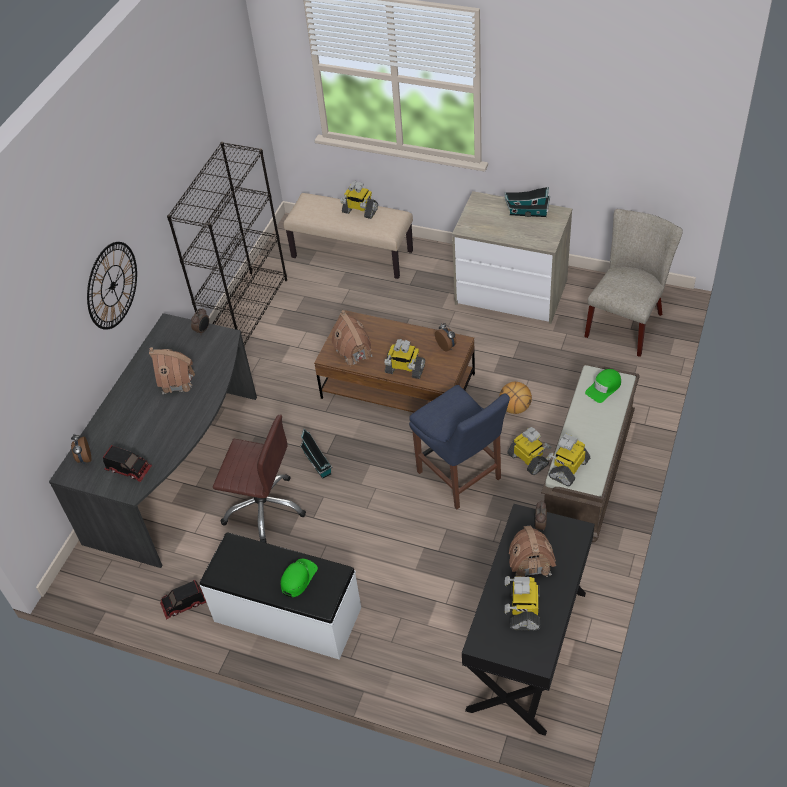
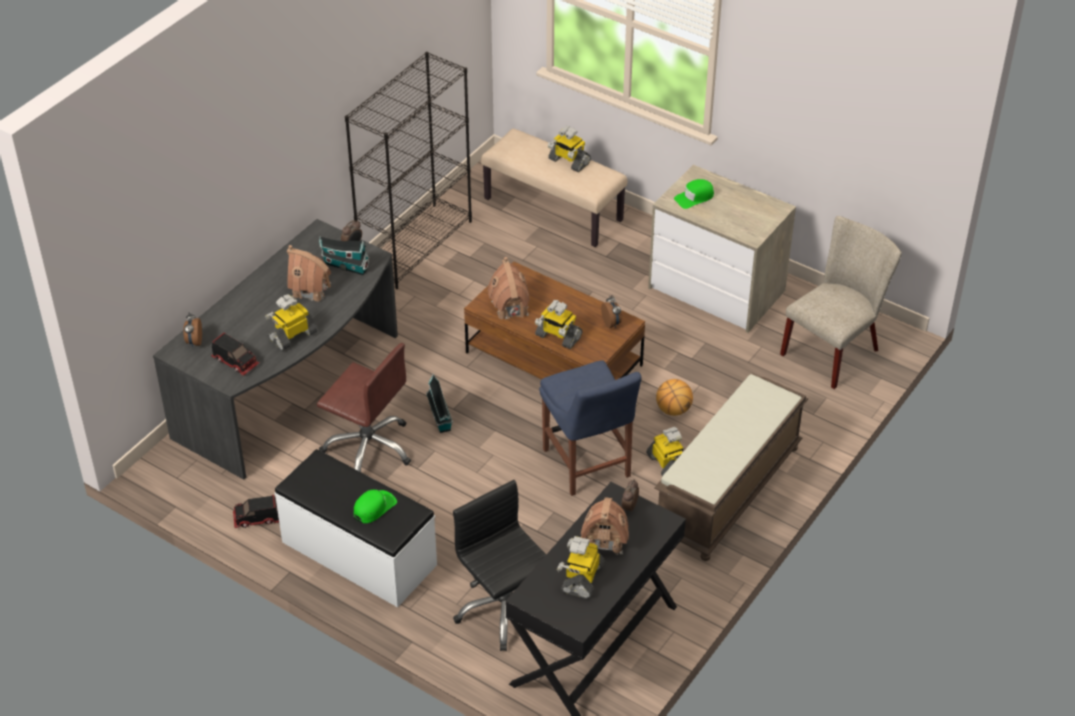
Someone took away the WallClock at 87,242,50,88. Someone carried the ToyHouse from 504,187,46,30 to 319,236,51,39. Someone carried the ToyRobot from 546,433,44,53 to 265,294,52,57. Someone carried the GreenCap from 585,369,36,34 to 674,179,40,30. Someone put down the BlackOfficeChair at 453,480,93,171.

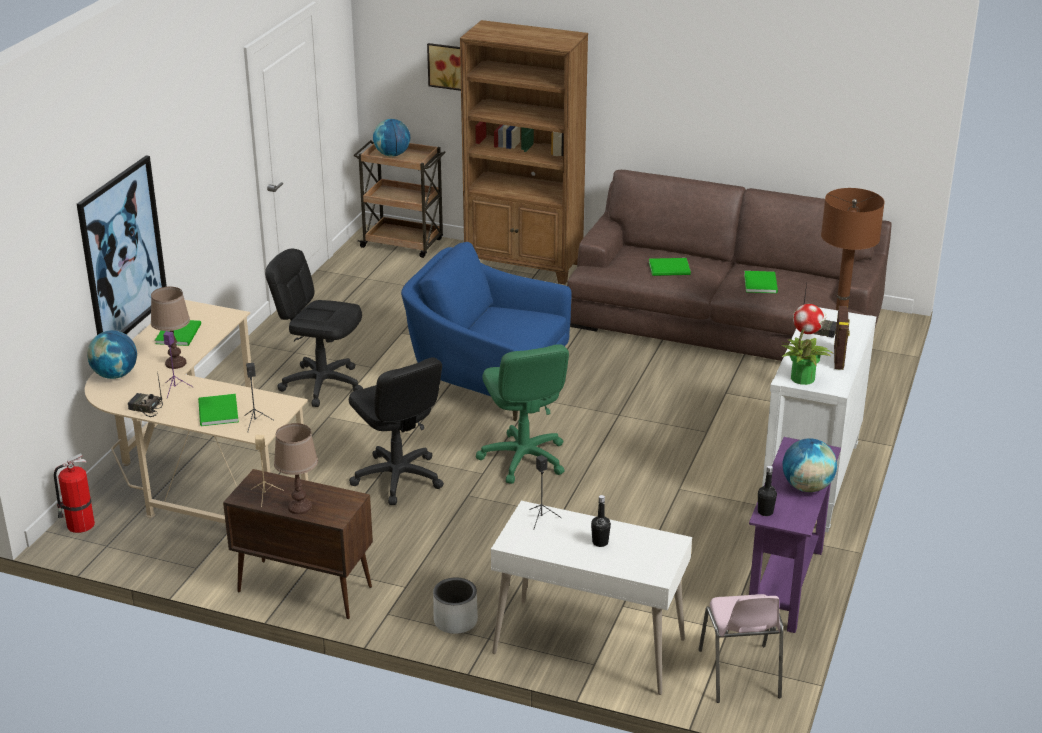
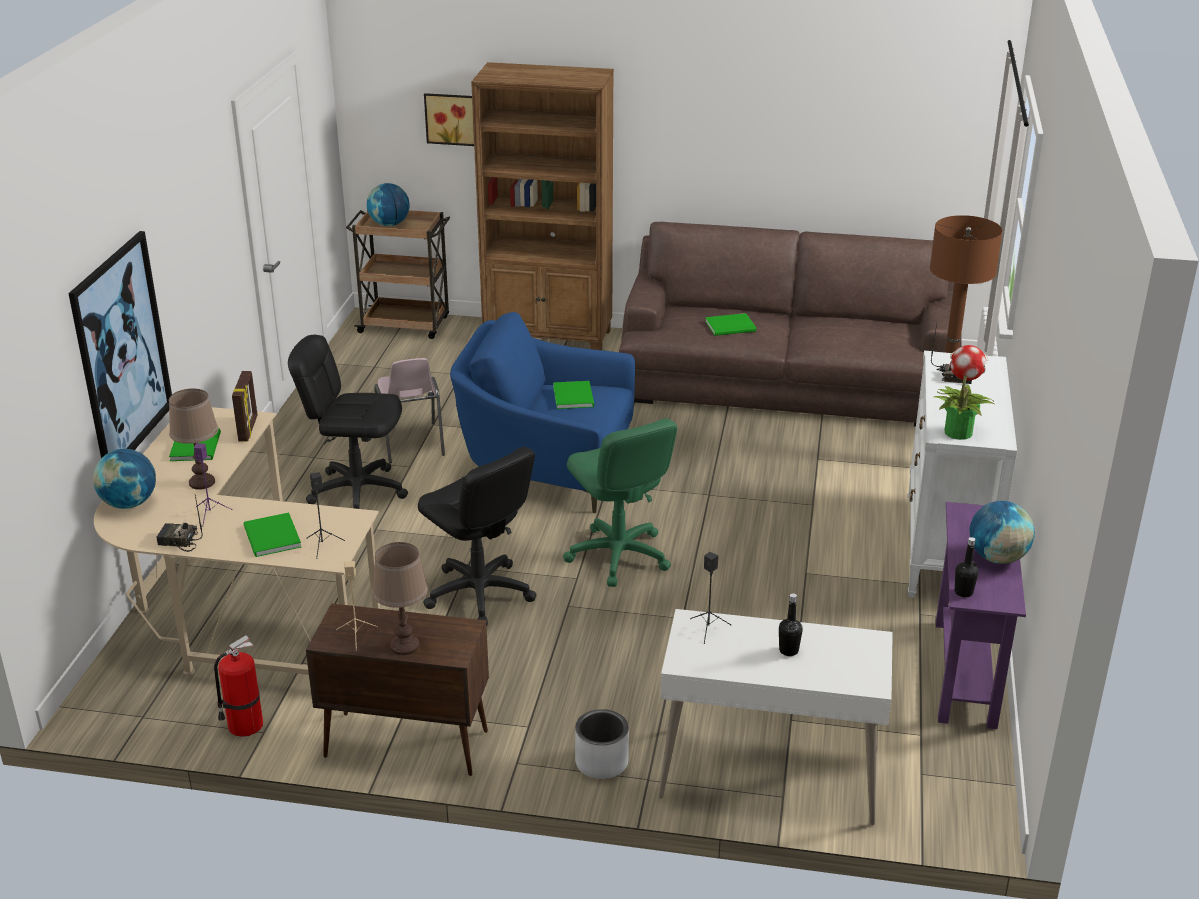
Someone carried the FireExtinguisher from 54,453,41,80 to 214,635,49,102. Someone carried the PinkChair from 698,594,86,109 to 374,358,71,105. Someone carried the GreenBook from 744,271,34,22 to 553,381,41,28. Someone carried the PictureFrame from 834,306,16,64 to 232,371,26,70.

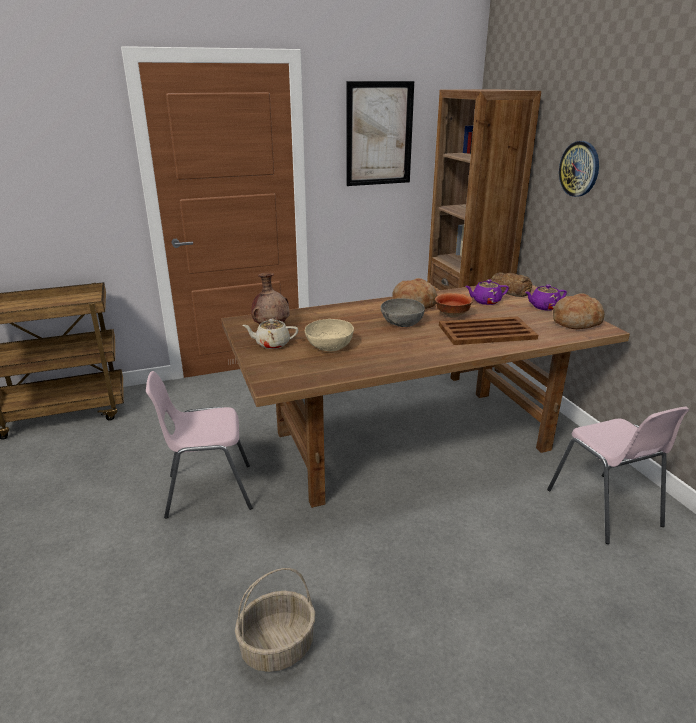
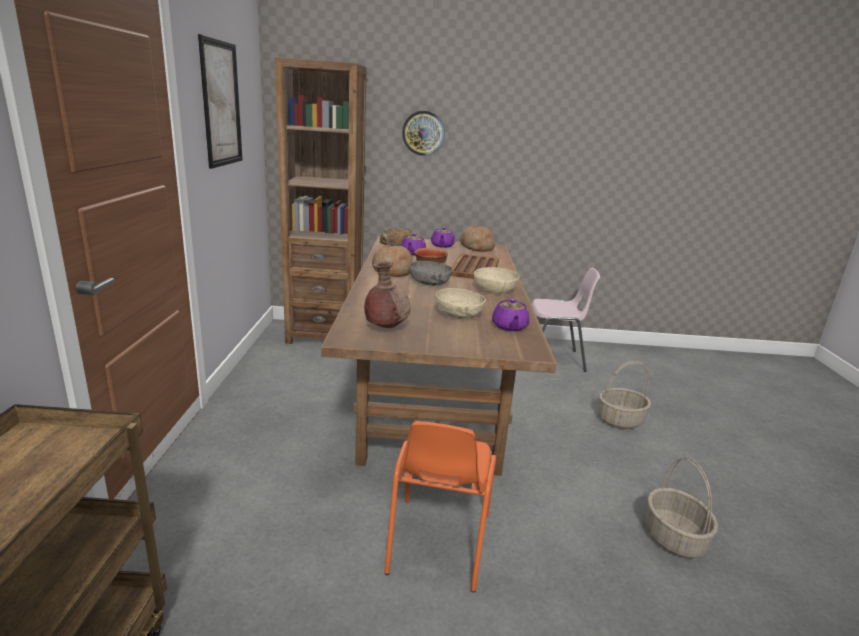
Someone repainted the PinkChair at 146,371,106,148, which became the OrangeChair at 384,421,112,171. Someone took away the BeigeTeapot at 242,319,56,30. Someone put down the BeigeBowl at 474,267,45,27. Someone put down the PurpleTeapot at 492,298,37,33. Someone put down the Basket at 598,361,53,68.

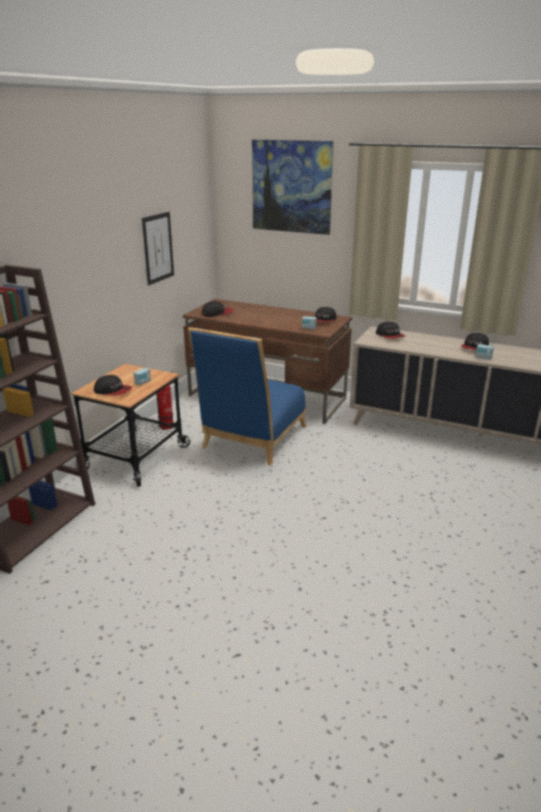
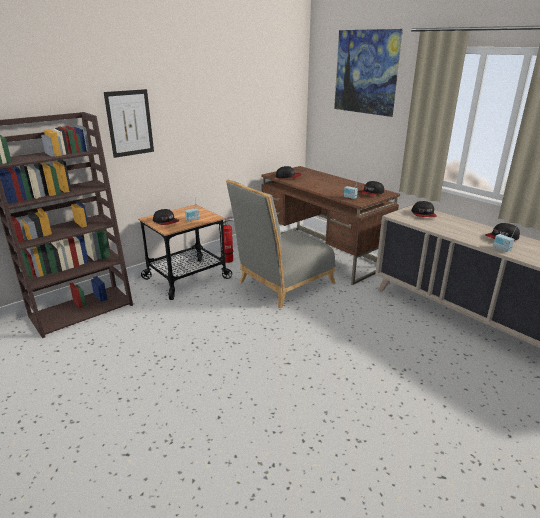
Someone carried the Picture from 142,212,32,73 to 104,89,50,69. Someone repainted the BlueChair at 188,327,119,139, which became the GreyChair at 226,180,110,128.

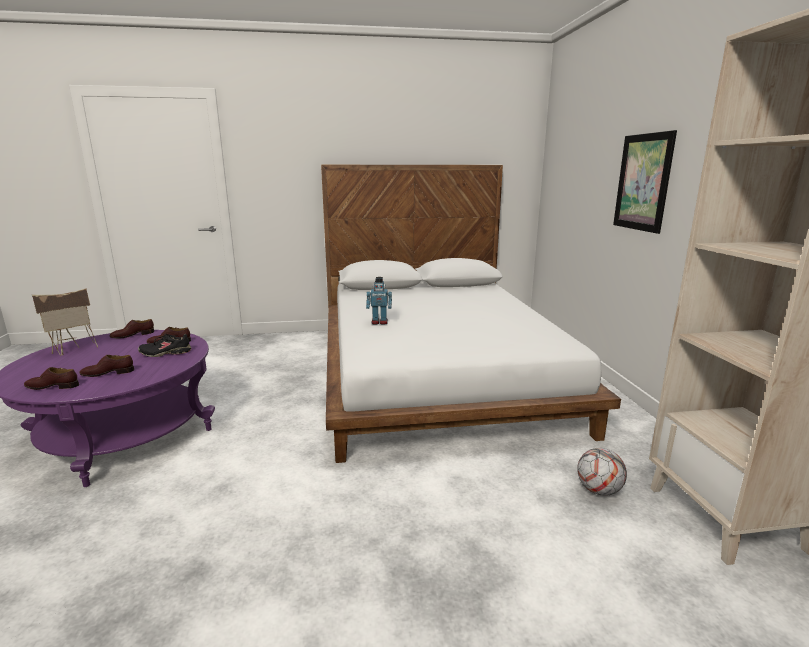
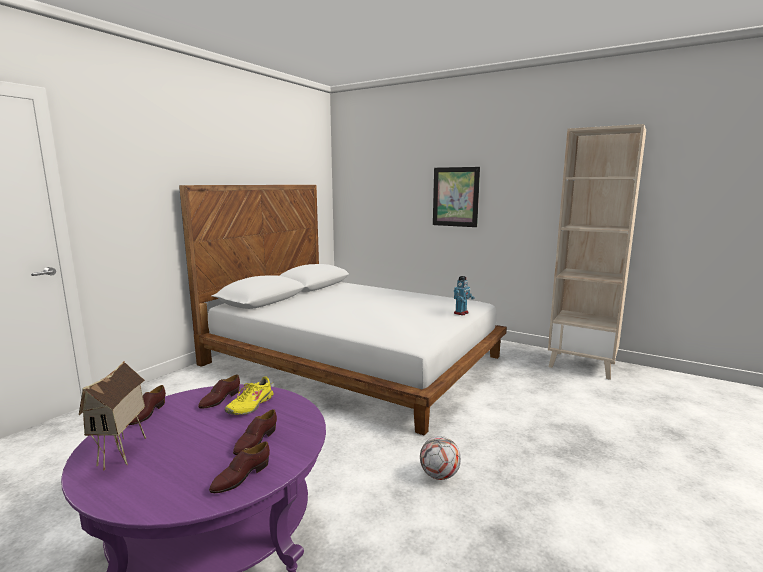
Someone repainted the BlackShoe at 138,333,53,24, which became the YellowShoe at 225,376,48,39. Someone carried the ToyRobot from 366,277,26,47 to 454,276,21,39. Someone carried the Football from 577,448,50,48 to 420,436,41,44.

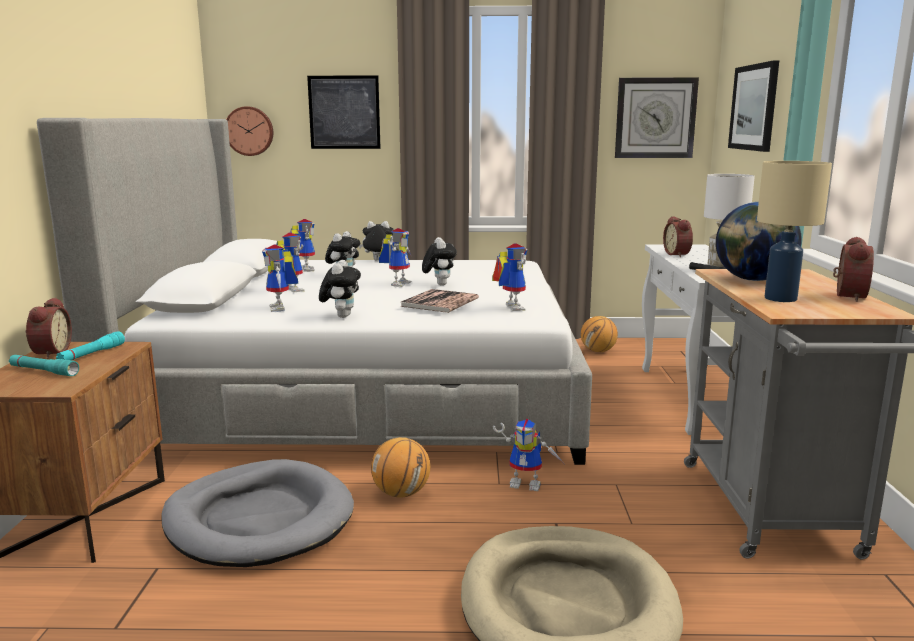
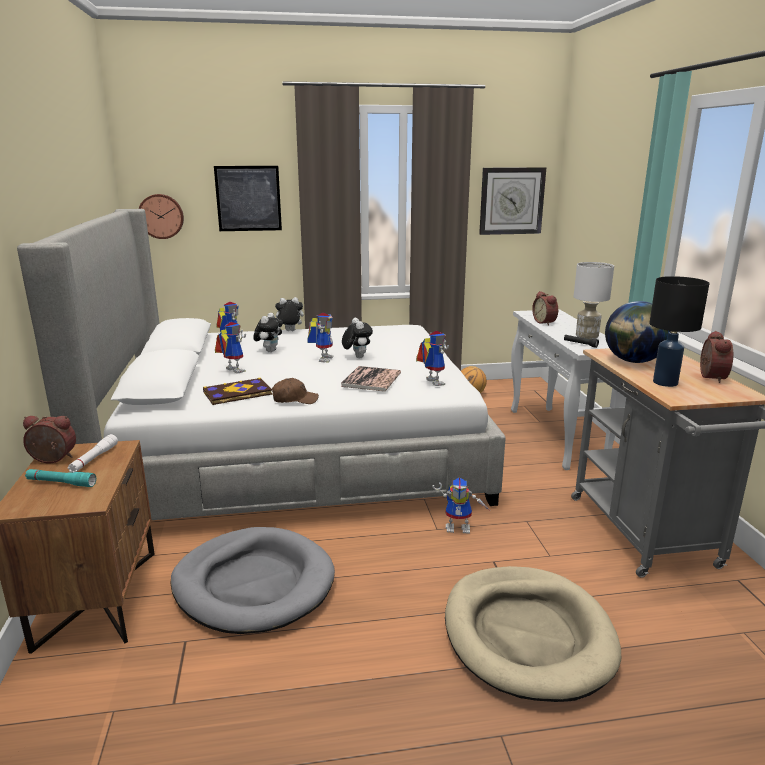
Someone rotated the AlarmClock at 25,297,47,62 by 75 degrees counterclockwise. Someone repainted the TurquoiseFlashlight at 56,331,69,29, which became the WhiteFlashlight at 68,434,50,38. Someone swapped the ToyRobot at 262,245,36,67 for the Book at 203,378,70,27. Someone swapped the PlushToy at 319,260,42,58 for the BrownCap at 272,378,47,26. Someone took away the Basketball at 371,437,59,61. Someone took away the Picture at 728,60,51,92. Someone repainted the BeigeTableLamp at 757,161,75,141, which became the BlackTableLamp at 649,276,60,111.

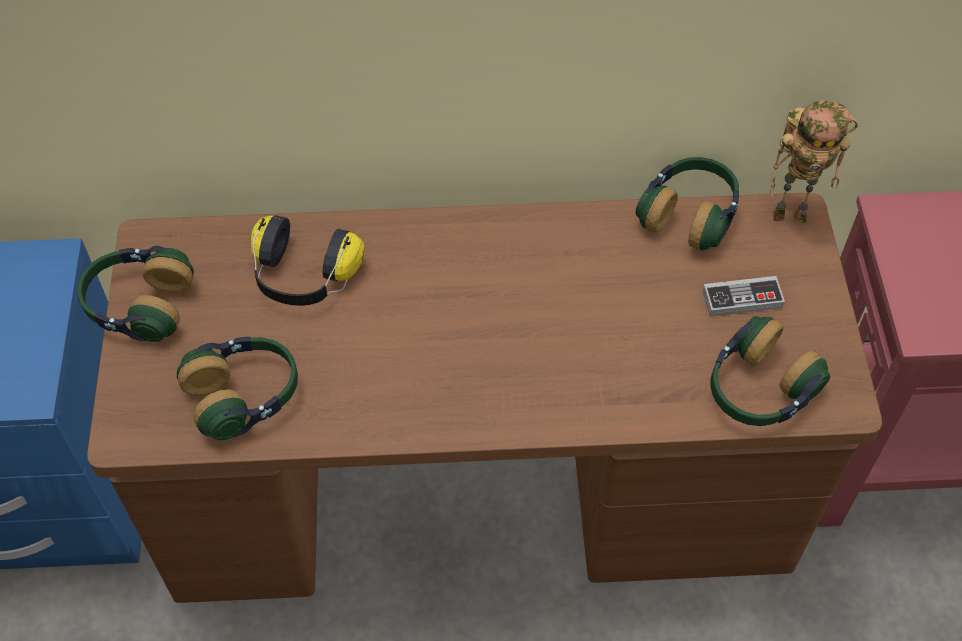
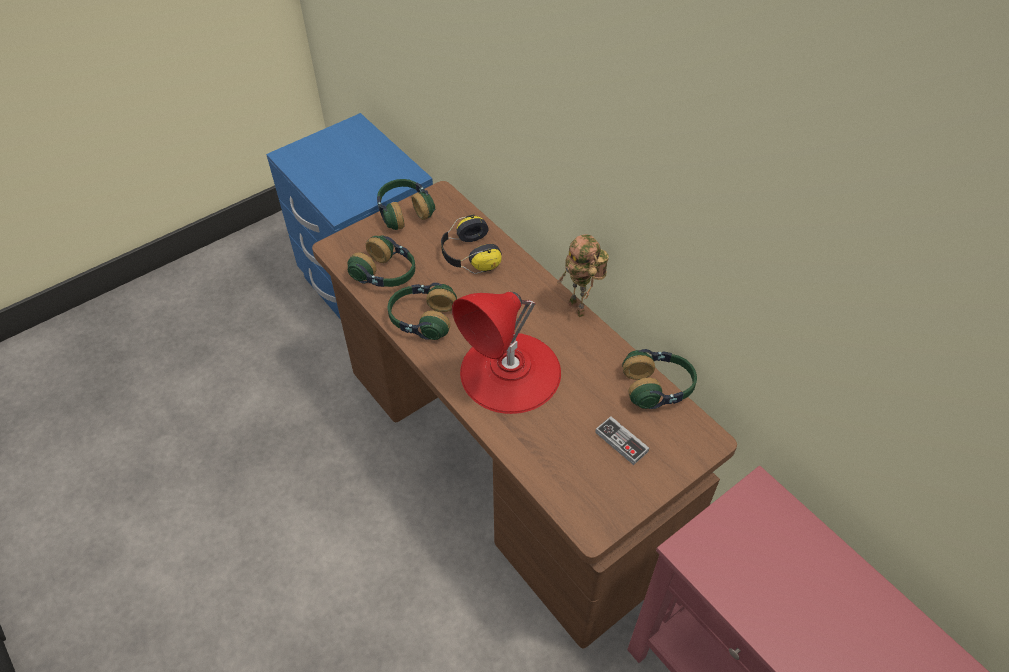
Someone carried the Headphones from 710,316,120,110 to 387,283,70,57. Someone carried the ToyRobot from 770,100,88,123 to 557,234,52,84. Someone put down the RedTableLamp at 452,292,109,122.

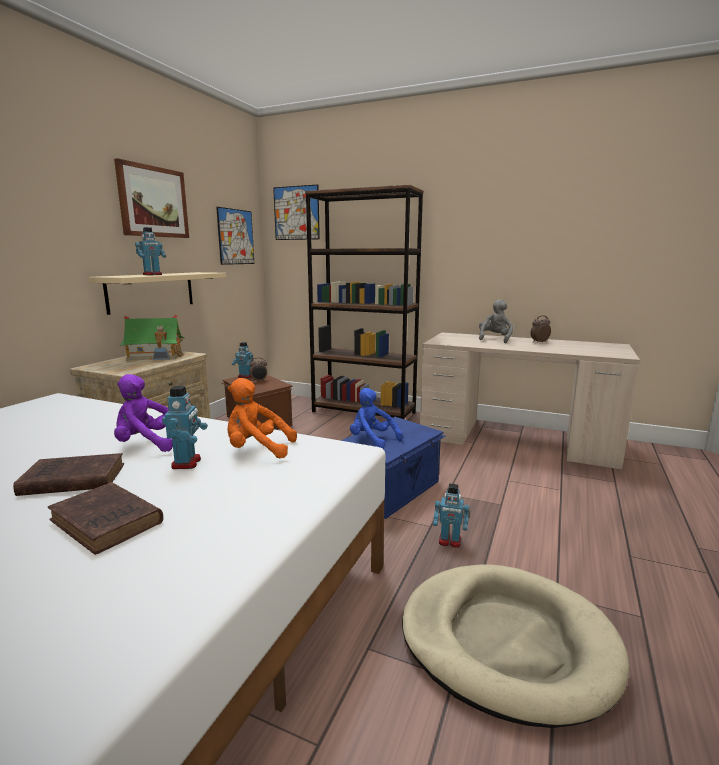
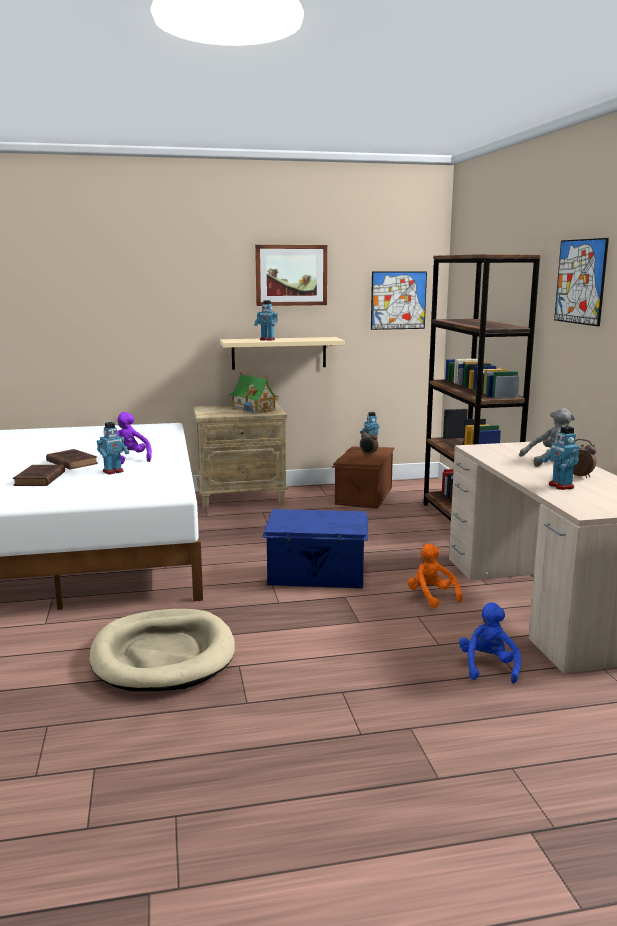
Someone carried the OrangePlushToy from 228,378,69,80 to 408,544,55,64. Someone carried the Picture from 273,185,47,55 to 554,238,55,88. Someone carried the BluePlushToy from 350,388,53,61 to 459,602,62,82. Someone carried the ToyRobot from 433,483,36,65 to 542,426,38,64.

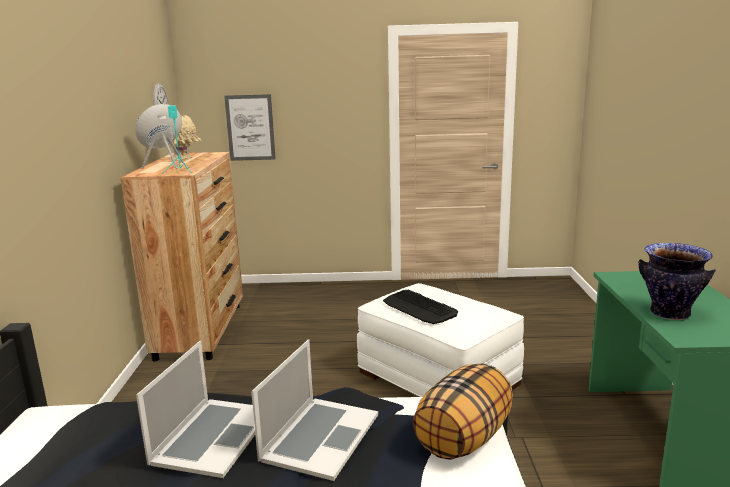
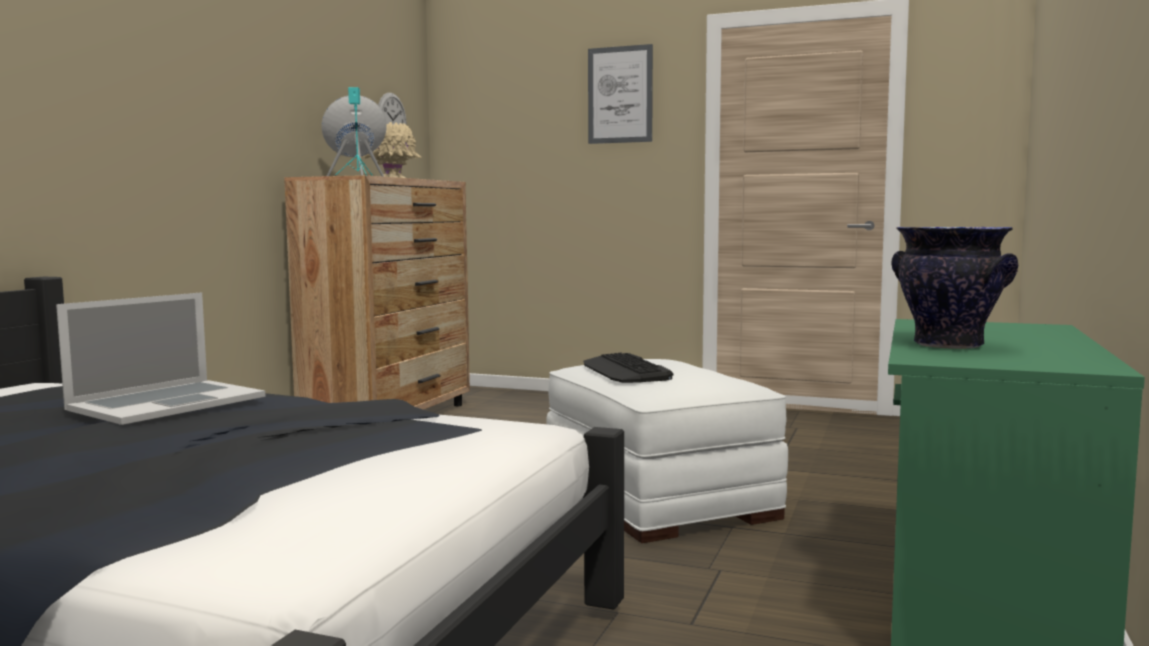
Someone carried the Picture from 224,94,52,67 to 588,44,65,100. Someone took away the Laptop at 251,339,127,142. Someone took away the Pillow at 413,363,100,97.

